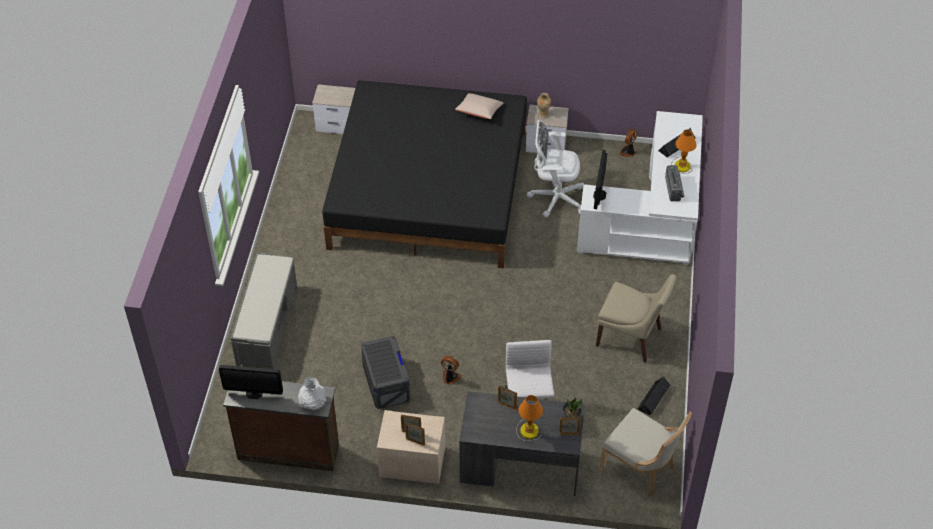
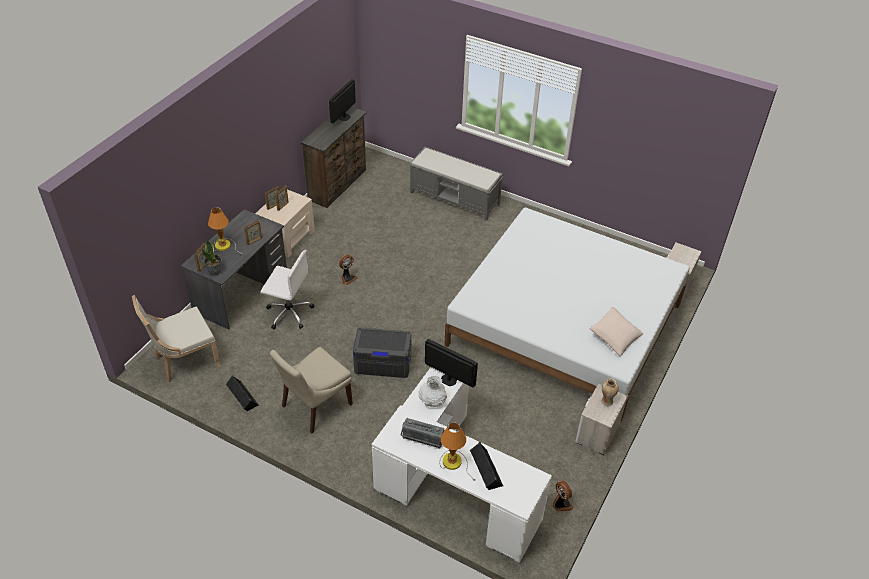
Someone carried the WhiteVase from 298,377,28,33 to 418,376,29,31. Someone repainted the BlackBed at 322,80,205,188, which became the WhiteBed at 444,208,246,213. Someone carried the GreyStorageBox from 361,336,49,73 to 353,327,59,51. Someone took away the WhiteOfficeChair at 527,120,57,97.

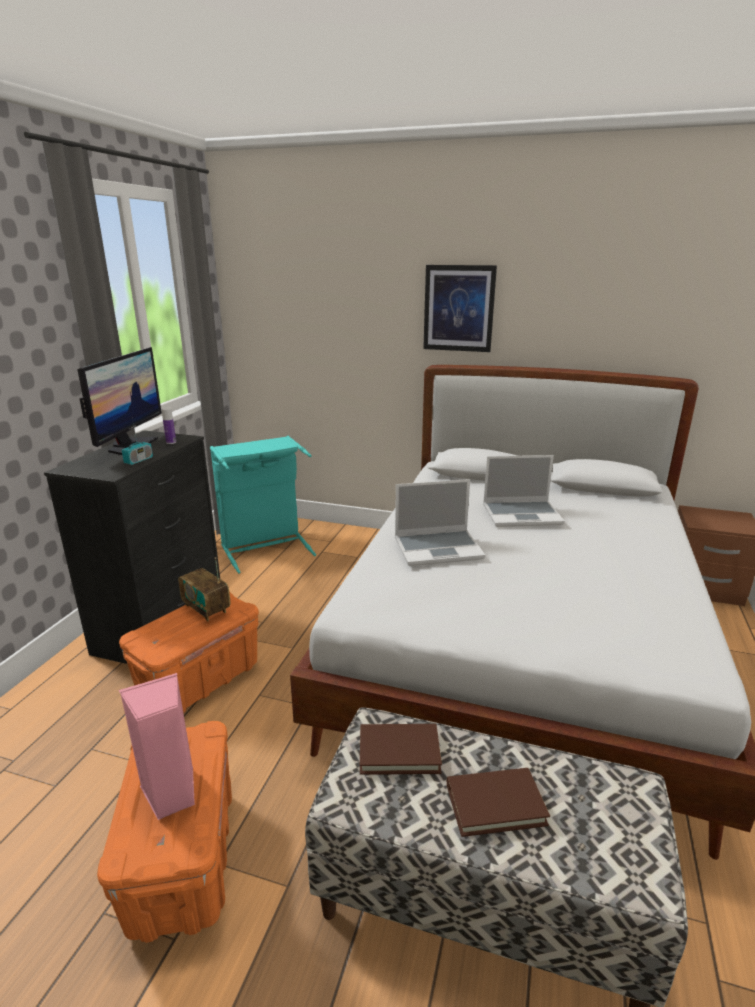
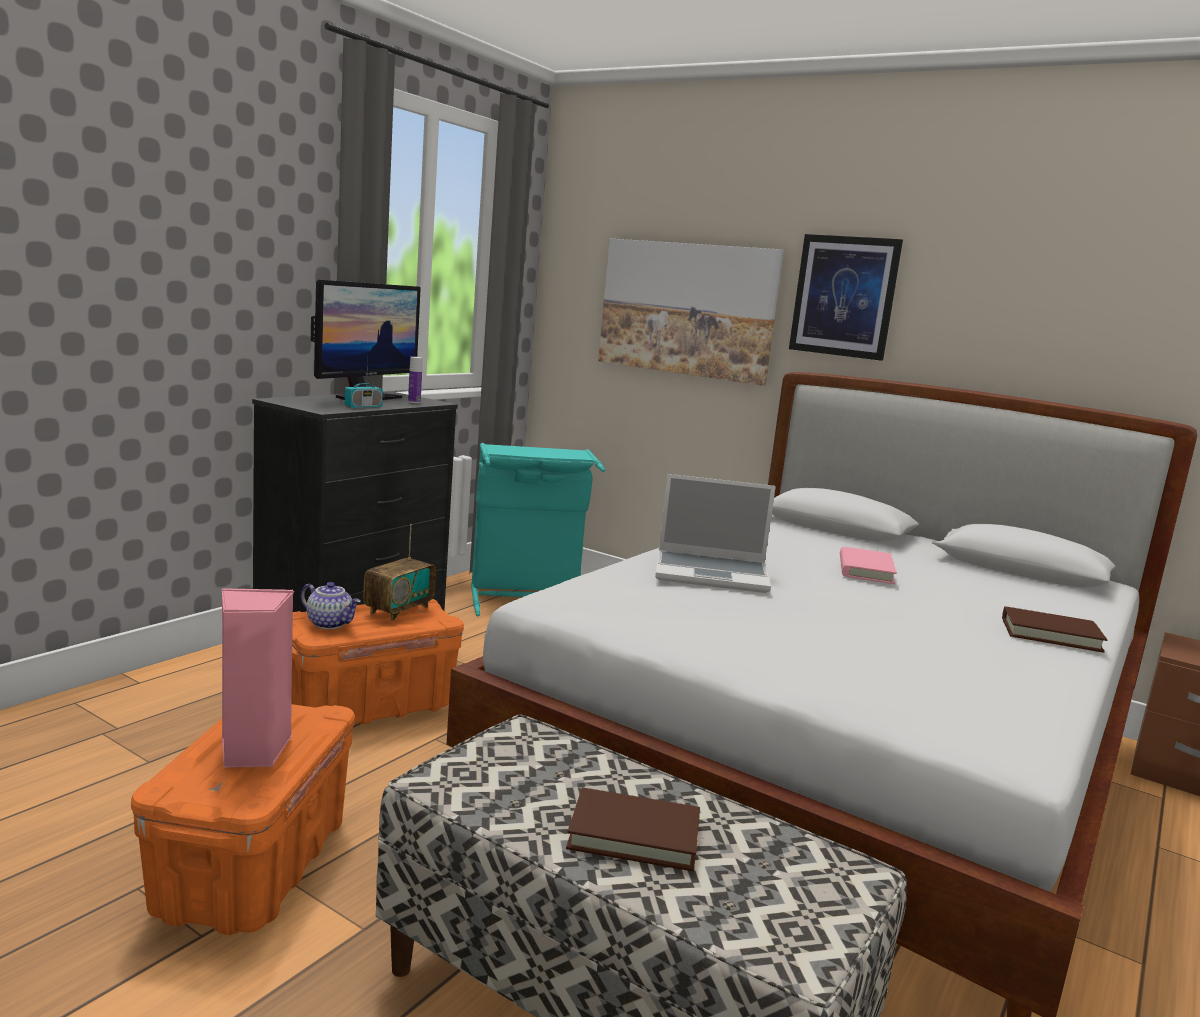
Someone rotated the Radio at 178,557,52,64 by 120 degrees counterclockwise. Someone carried the BrownBook from 360,724,82,51 to 1002,606,105,47. Someone swapped the Laptop at 483,455,82,72 for the PinkBook at 840,547,57,37. Someone put down the Teapot at 301,582,60,47. Someone put up the Picture at 598,239,186,146.

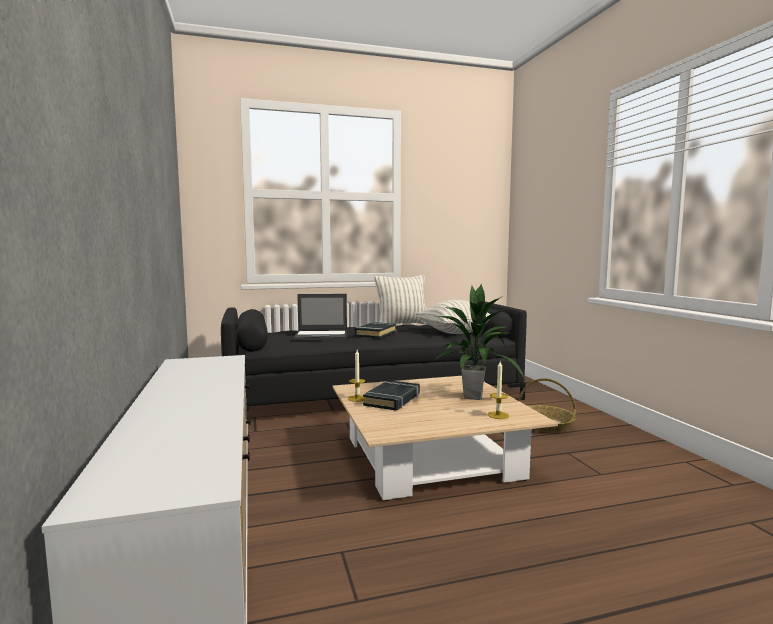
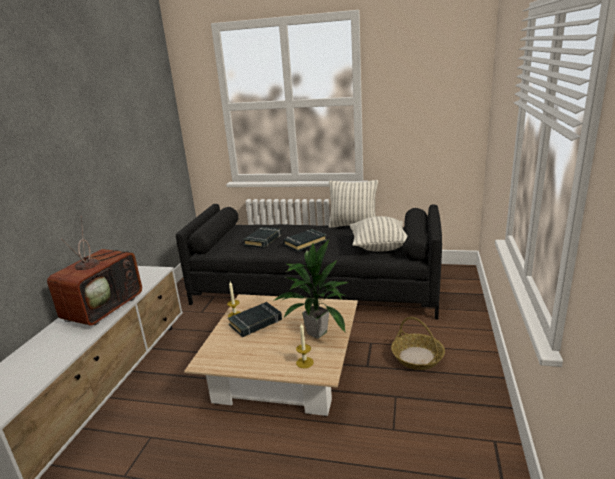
Someone swapped the Laptop at 293,294,54,46 for the BlackBook at 243,227,39,21. Someone put down the Television at 47,216,95,109.

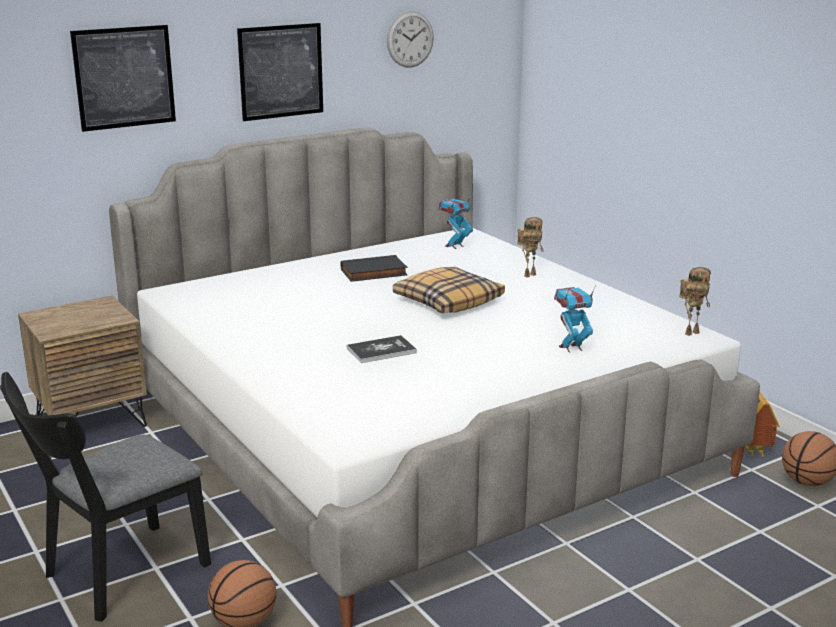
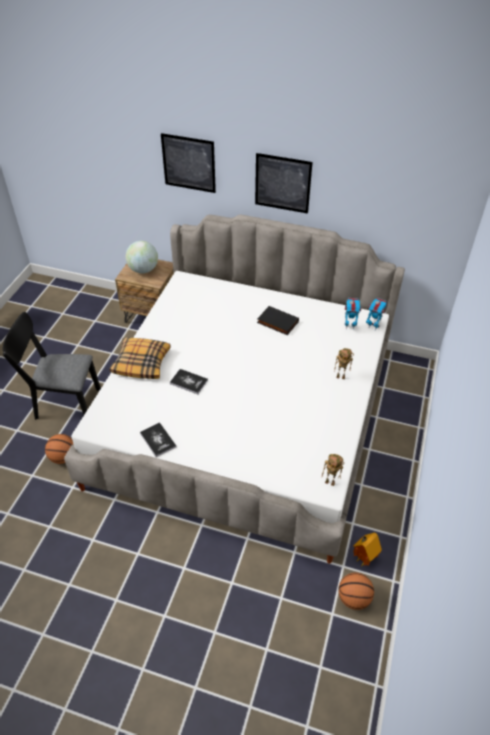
Someone took away the WallClock at 387,11,47,57. Someone carried the Pillow from 393,267,112,46 to 109,337,62,42. Someone carried the ToyRobot from 554,285,42,68 to 366,298,21,32. Someone put down the Globe at 125,241,33,32. Someone put down the Book at 140,422,37,35.

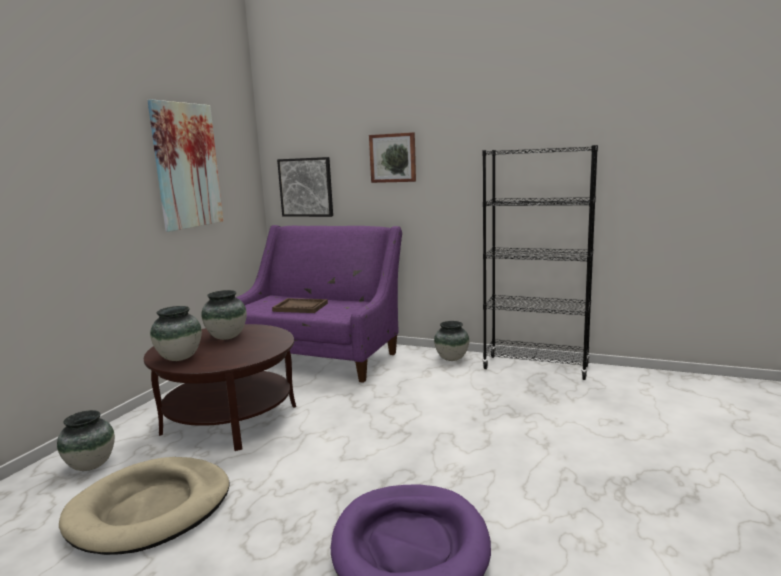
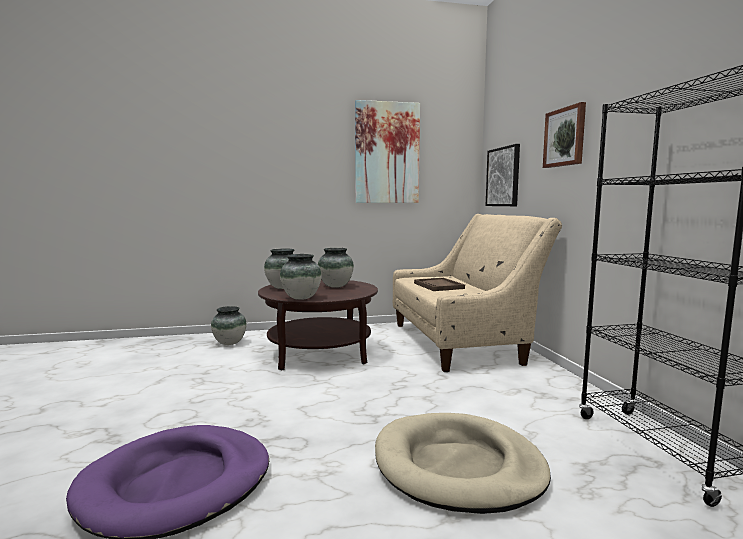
Someone carried the BeigeDogBed from 59,457,171,98 to 375,413,176,101. Someone repainted the PurpleSofa at 236,225,166,158, which became the BeigeSofa at 393,214,169,158. Someone carried the Vase from 434,321,35,40 to 280,254,42,46.

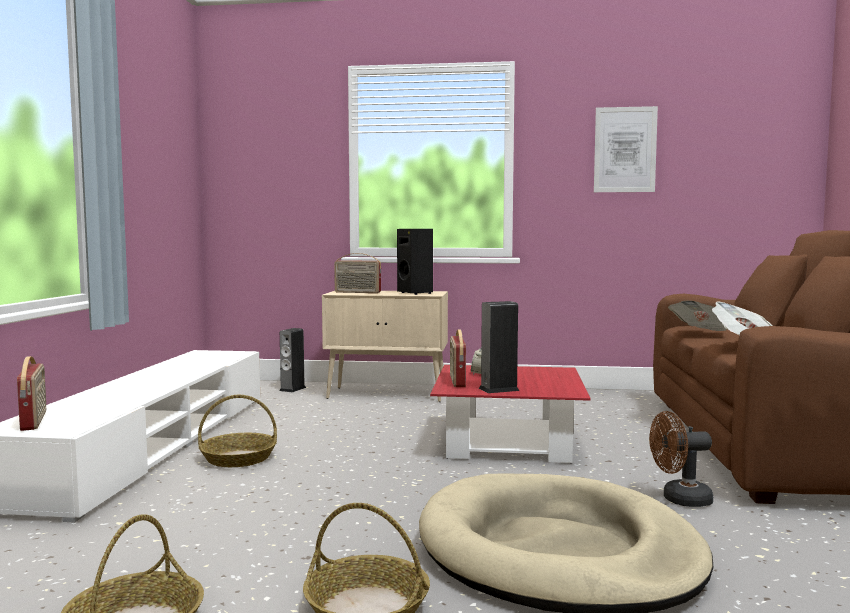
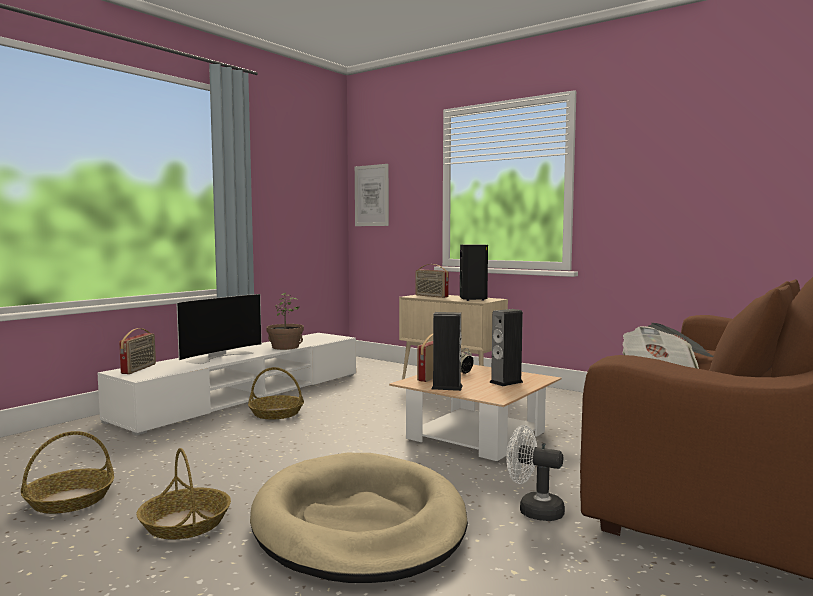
Someone carried the Speaker from 279,328,27,64 to 489,309,34,77. Someone repainted the RedCoffeeTable at 430,365,161,98, which became the BeigeCoffeeTable at 389,365,173,97. Someone carried the Picture from 594,106,64,86 to 355,164,34,62. Someone repainted the BrownFan at 649,411,64,96, which became the WhiteFan at 506,425,59,96. Someone put down the Television at 176,294,86,70. Someone put down the PottedPlant at 266,293,38,57.

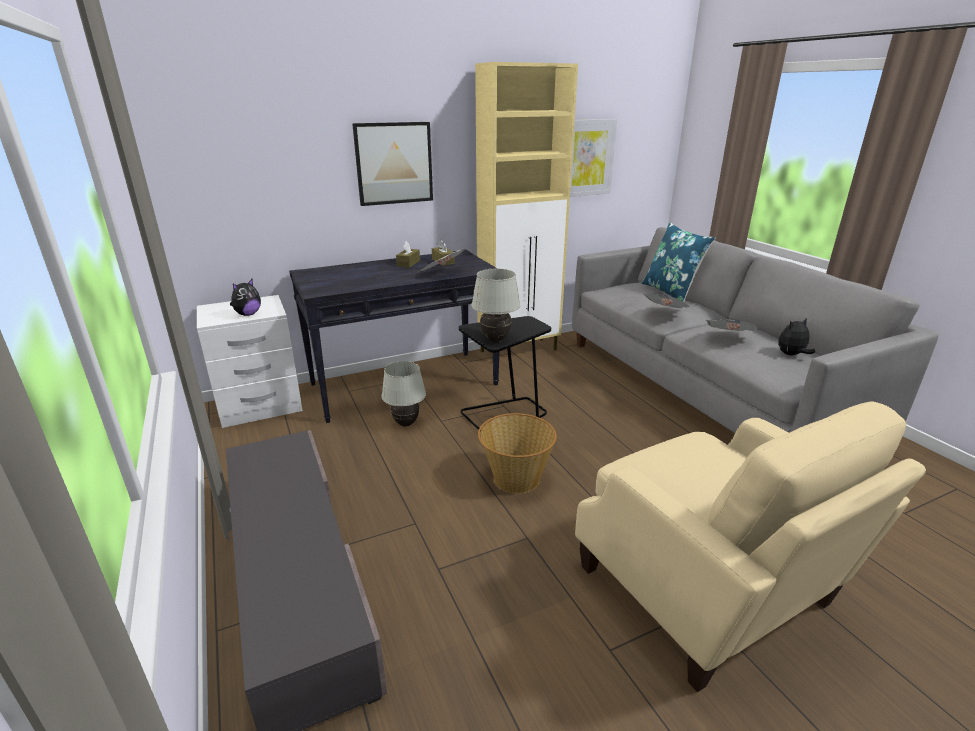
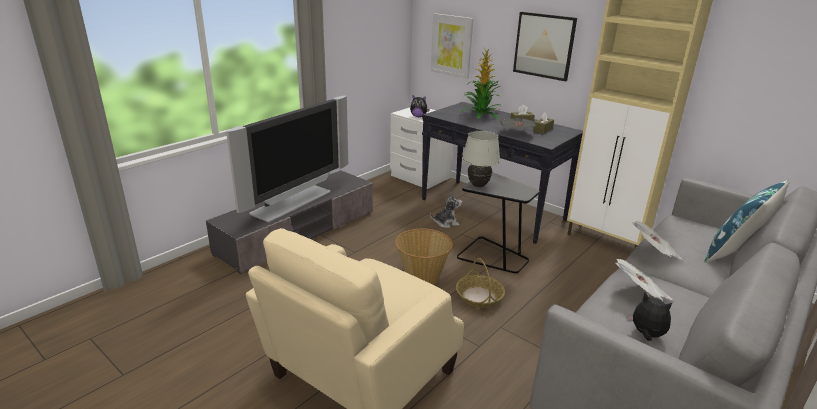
Someone swapped the WhiteTableLamp at 382,361,44,65 for the PlushToy at 430,193,32,35. Someone carried the Picture from 570,119,47,78 to 431,13,42,66. Someone put down the Television at 226,96,122,126. Someone put down the Basket at 456,258,49,50. Someone put down the PottedPlant at 460,48,40,71.

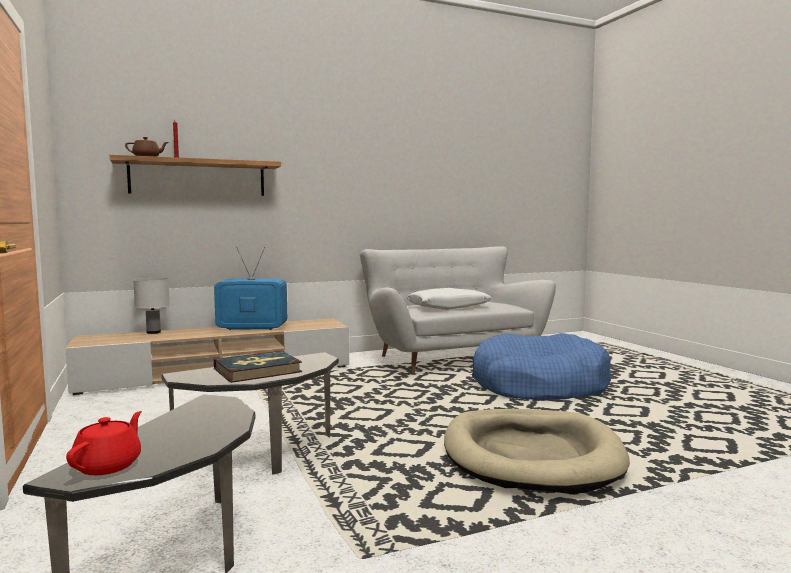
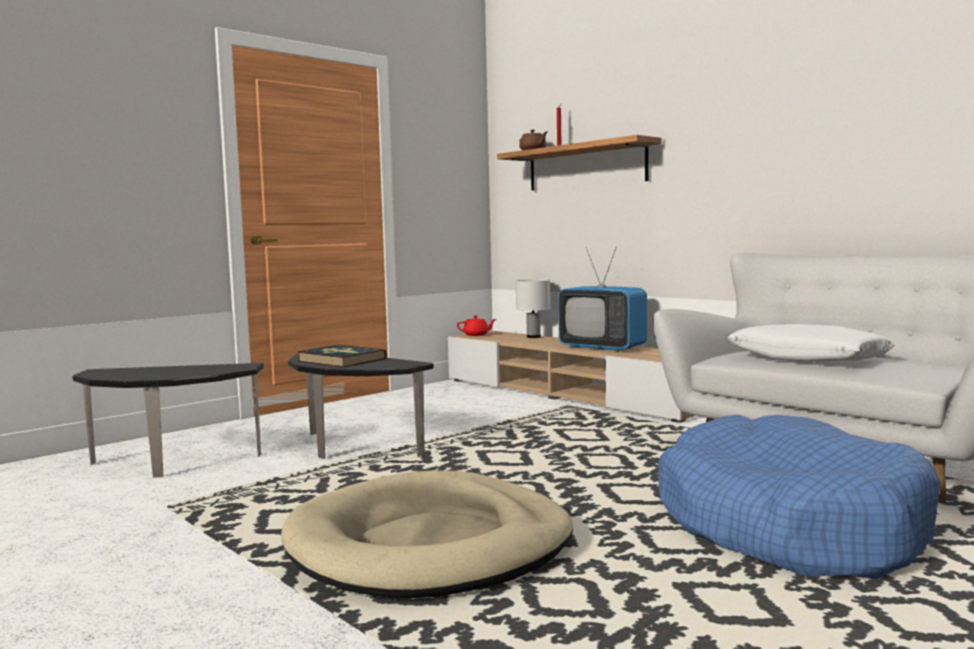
Someone carried the RedTeapot from 66,411,76,64 to 457,315,39,21. Someone rotated the Television at 214,247,73,83 by 150 degrees clockwise.

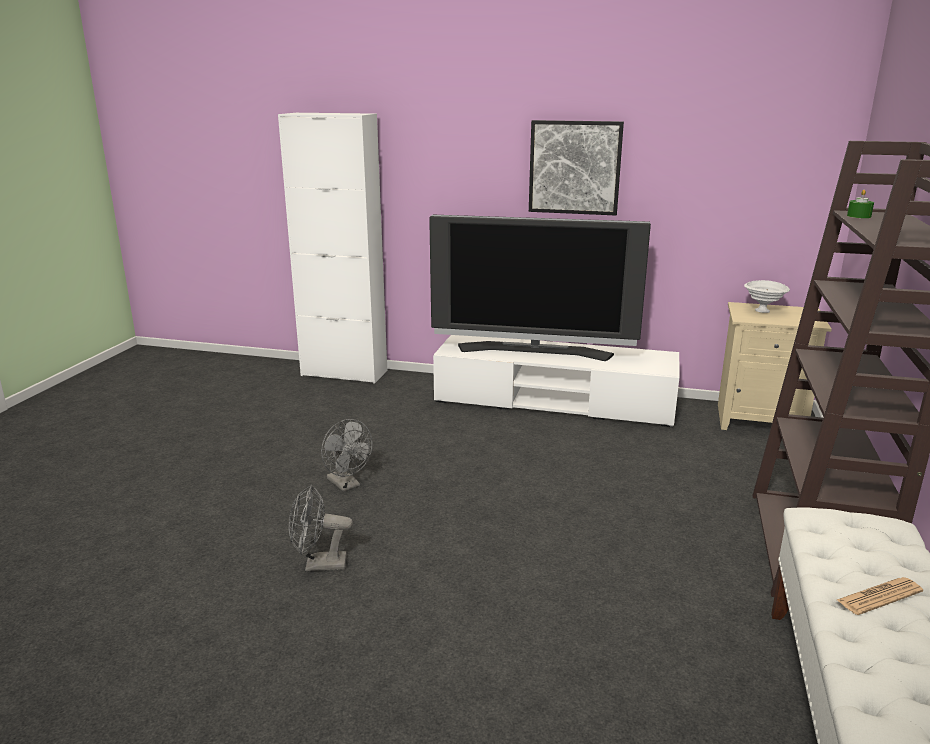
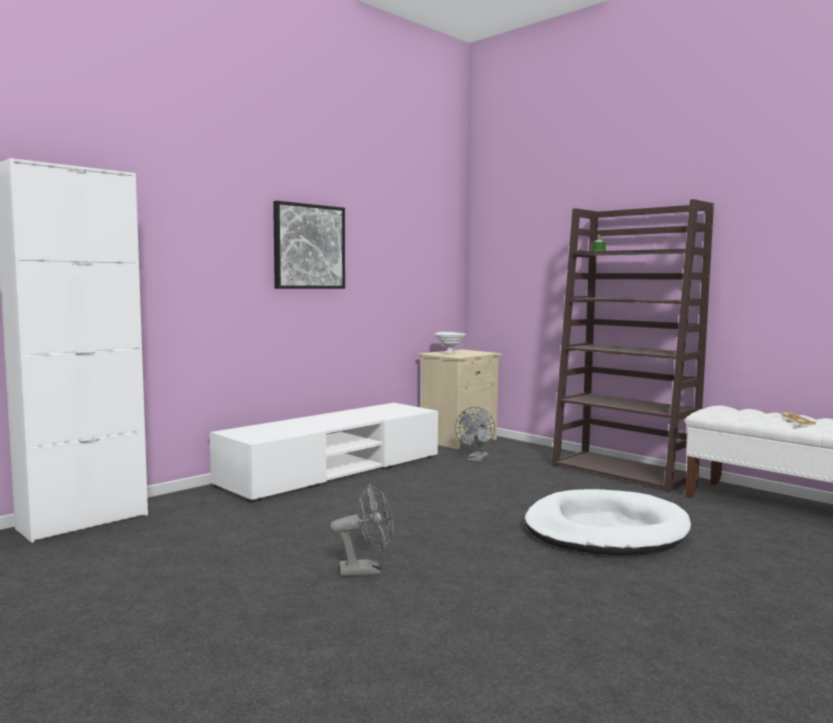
Someone carried the GreyFan from 288,484,65,87 to 455,407,40,55. Someone took away the Television at 429,215,222,146. Someone put down the WhiteDogBed at 525,489,166,66.

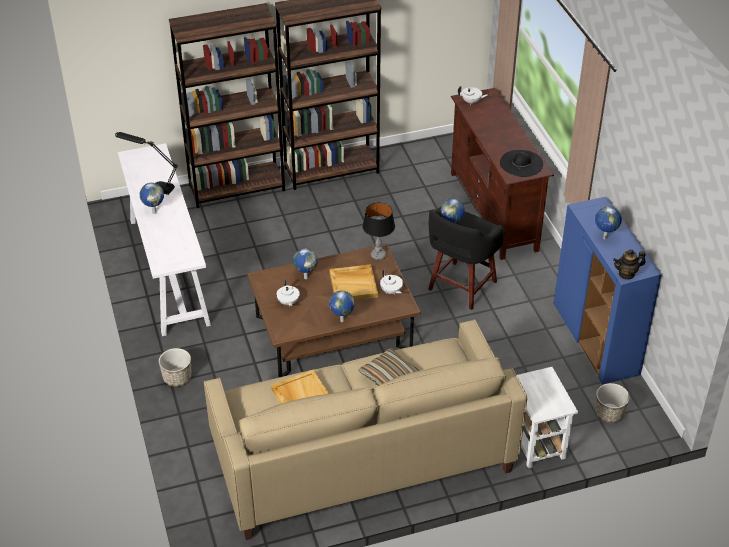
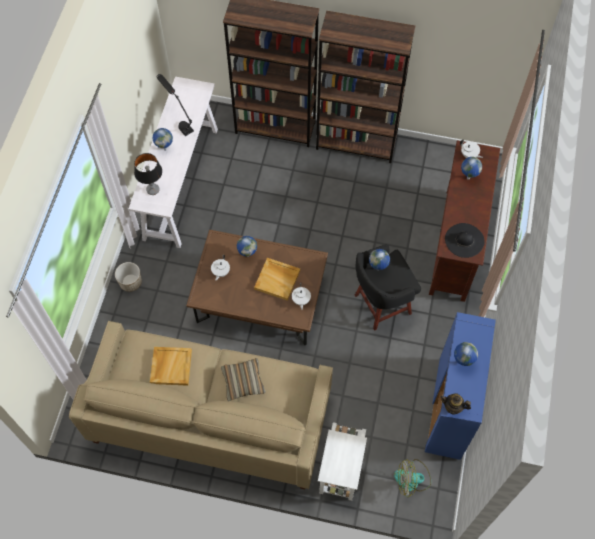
Someone carried the Globe from 329,291,26,31 to 461,157,21,23. Someone carried the TableLamp from 362,202,33,58 to 134,153,28,42. Someone swapped the Planter at 595,383,35,40 for the Fan at 394,459,37,38.

